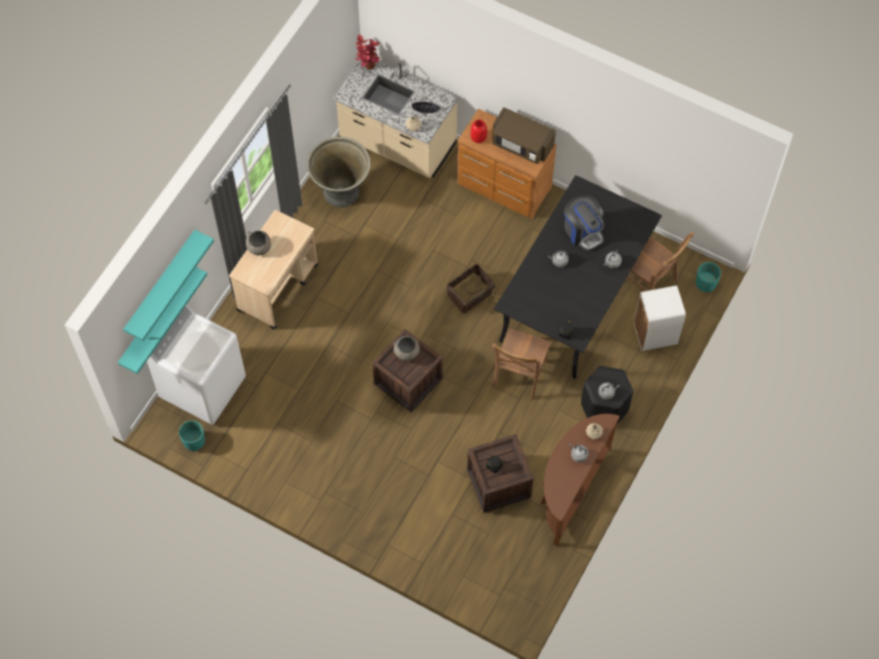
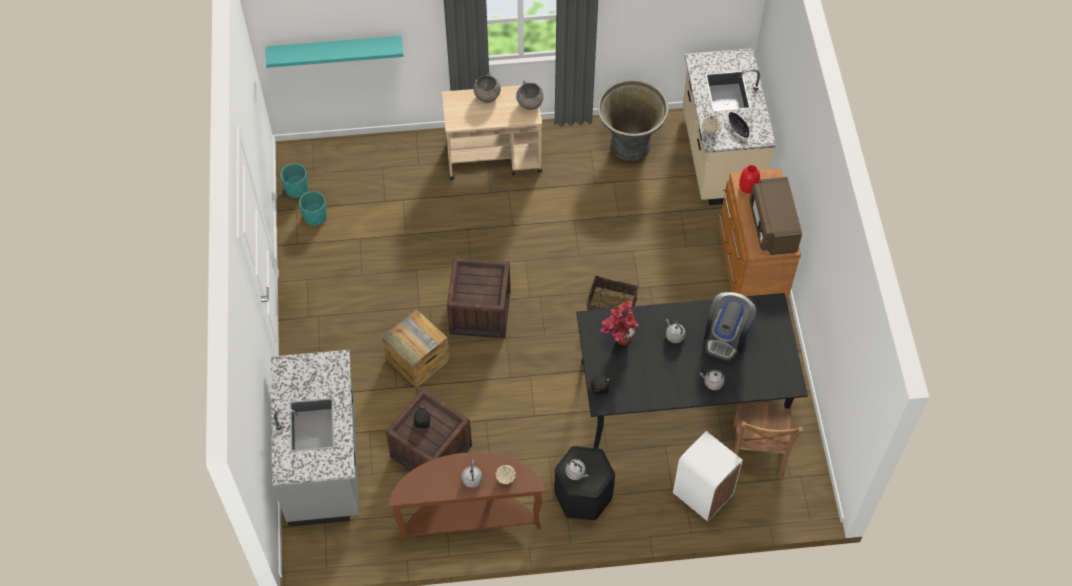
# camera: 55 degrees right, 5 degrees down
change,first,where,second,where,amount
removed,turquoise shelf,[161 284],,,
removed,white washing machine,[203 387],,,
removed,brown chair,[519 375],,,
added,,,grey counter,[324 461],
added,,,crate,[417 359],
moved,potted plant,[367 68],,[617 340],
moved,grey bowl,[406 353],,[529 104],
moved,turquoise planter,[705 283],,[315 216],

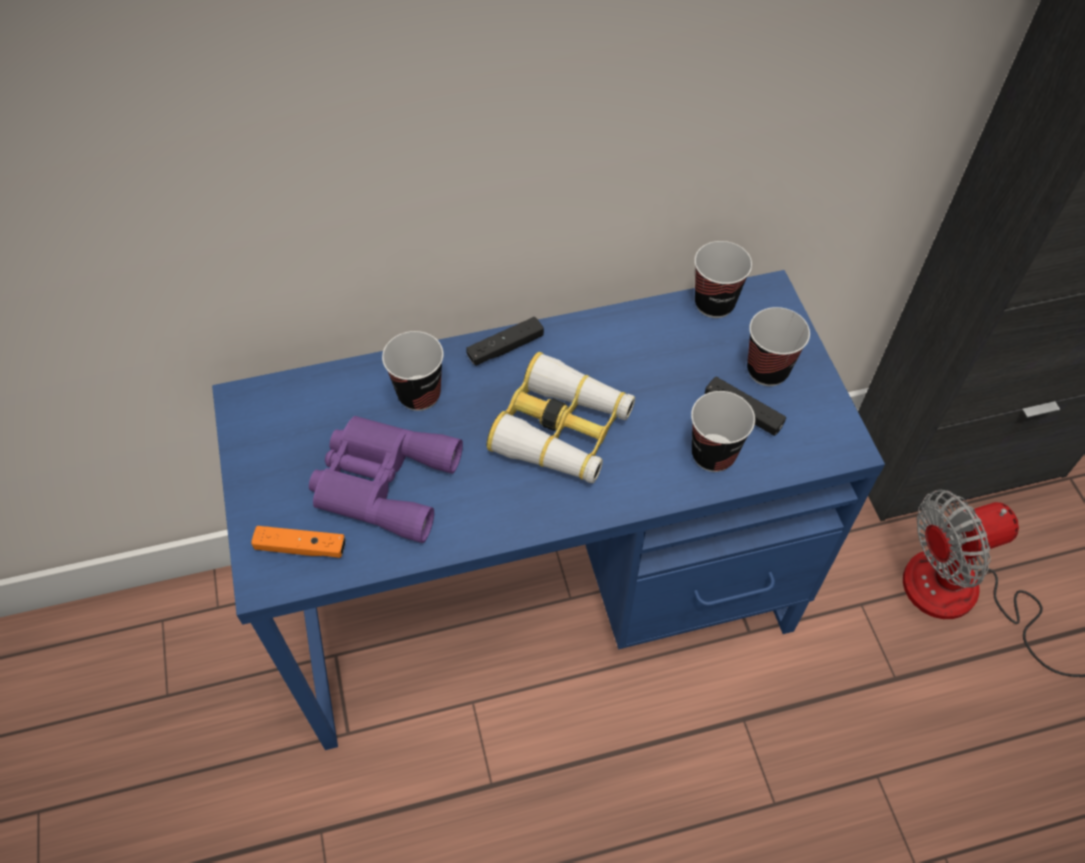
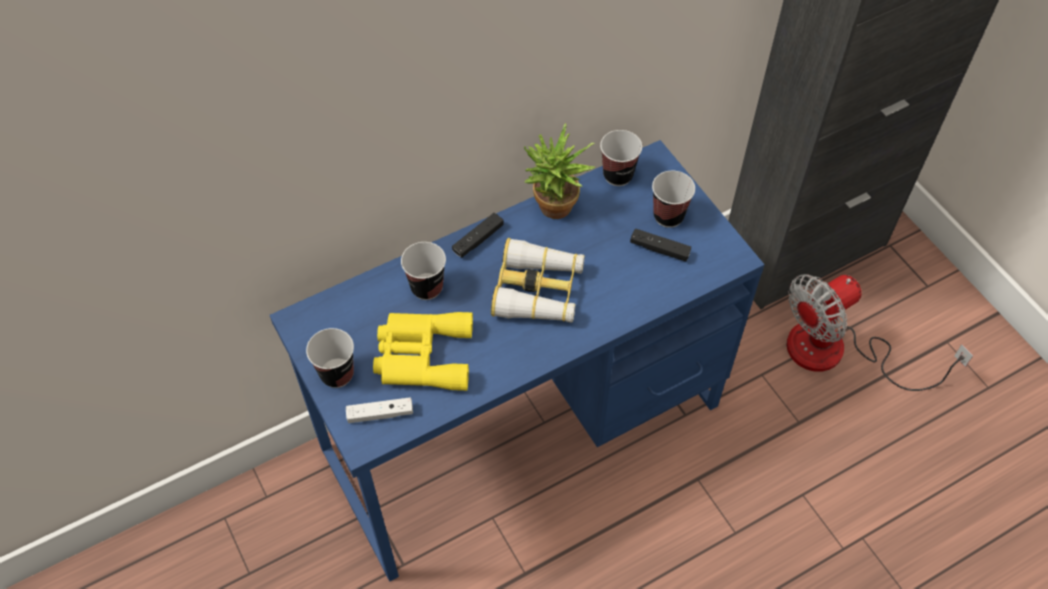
# camera: 15 degrees left, 0 degrees up
change,first,where,second,where,amount
added,,,potted plant,[553 212],
moved,cup,[713 454],,[337 374],
recoloured,orange game controller,[301 547],white game controller,[380 414],
recoloured,purple binoculars,[382 481],yellow binoculars,[421 355],

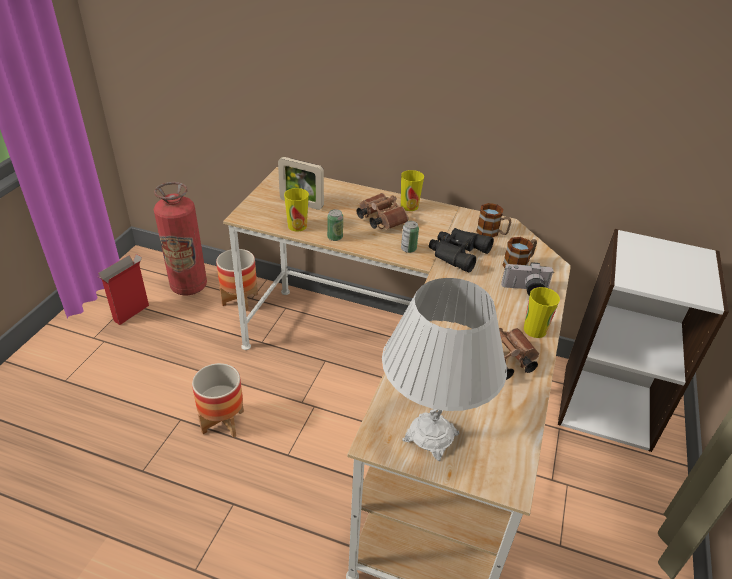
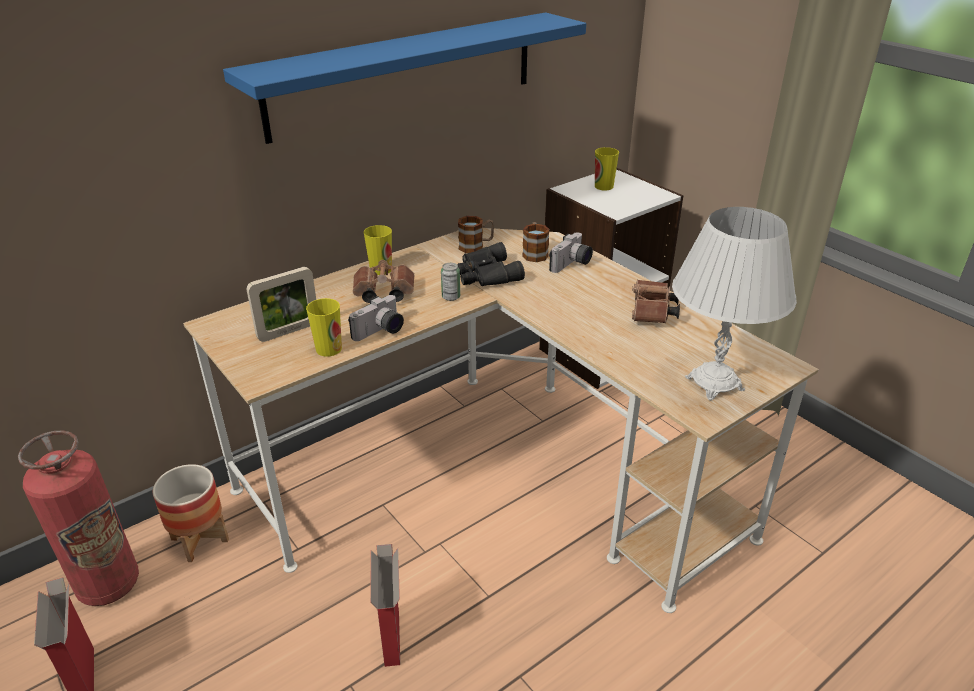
# camera: 55 degrees left, 5 degrees down
change,first,where,second,where,amount
added,,,blue shelf,[405 74],
moved,cup,[535 330],,[603 186],
replaced,planter,[223 422],cardboard box,[392 639],
replaced,can,[335 237],photo camera,[380 332],

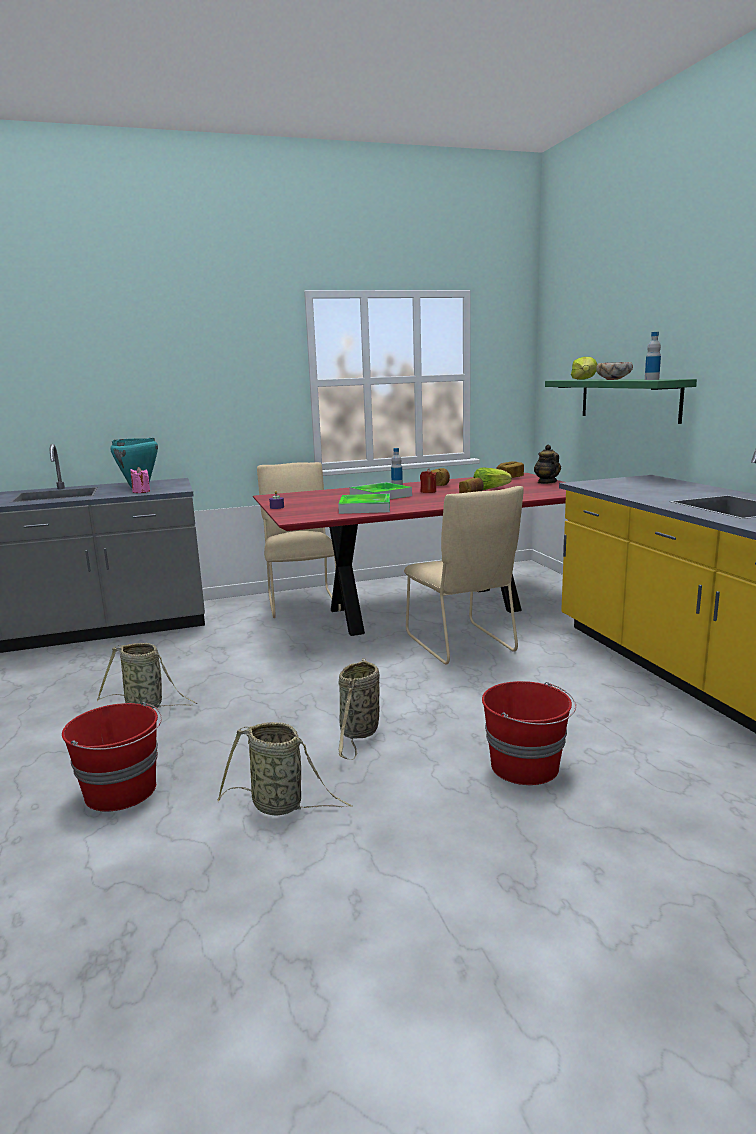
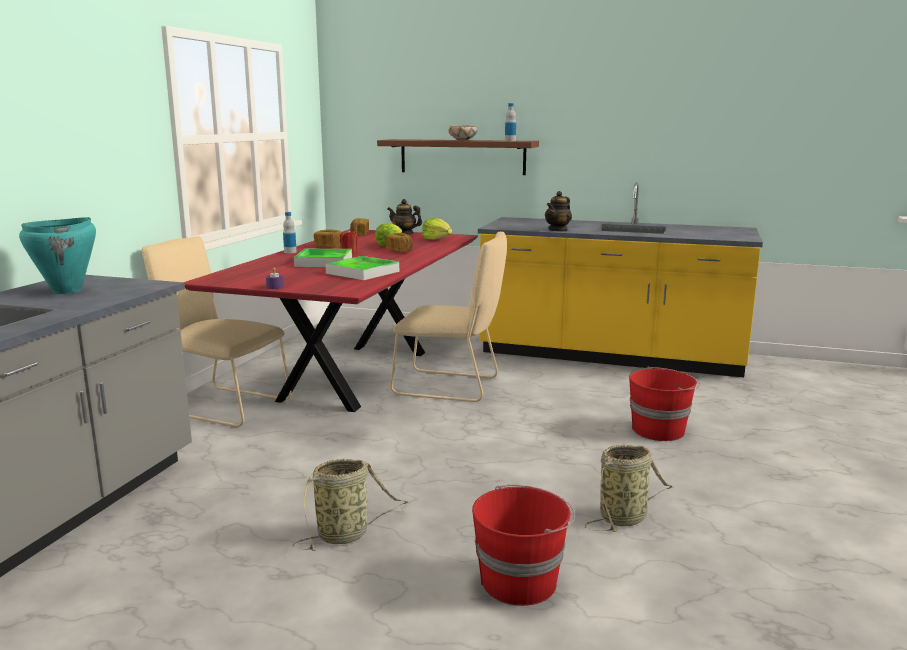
# camera: 55 degrees left, 0 degrees up
change,first,where,second,where,amount
removed,pink candle,[141 491],,,
removed,basket,[359 733],,,
added,,,teapot,[558 230],
moved,lettuce,[584 379],,[437 239],
recoloured,green shelf,[628 399],brown shelf,[462 156],

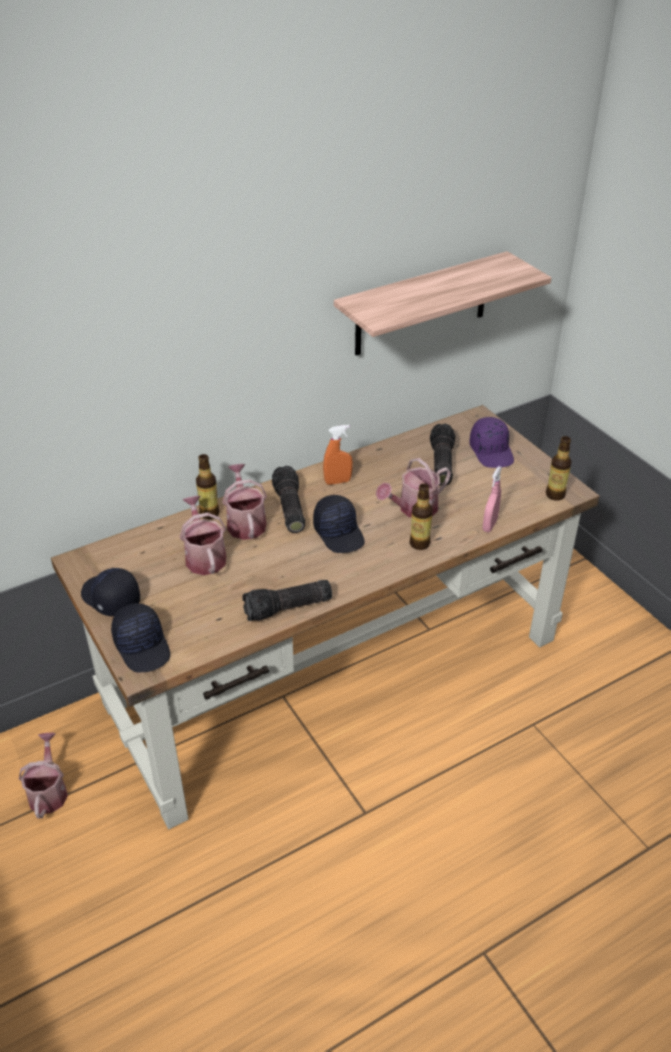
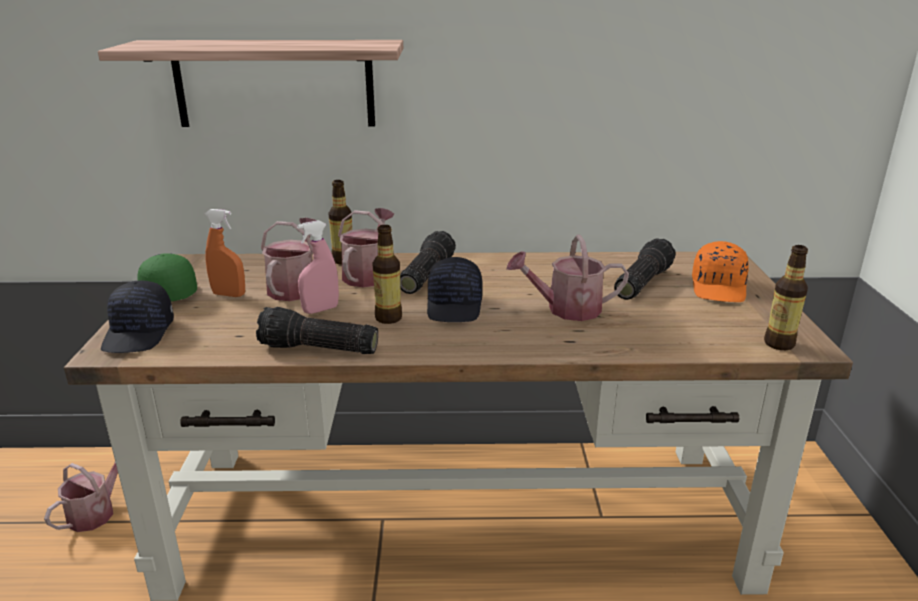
# camera: 30 degrees right, 15 degrees down
change,first,where,second,where,amount
moved,orange spray bottle,[337 481],,[229 294],
moved,shelf,[422 305],,[274 84],
moved,bottle,[419 543],,[388 318],
moved,pink spray bottle,[489 525],,[320 310],
recoloured,black cap,[110 599],green cap,[169 292],
recoloured,purple cap,[492 452],orange cap,[719 288],

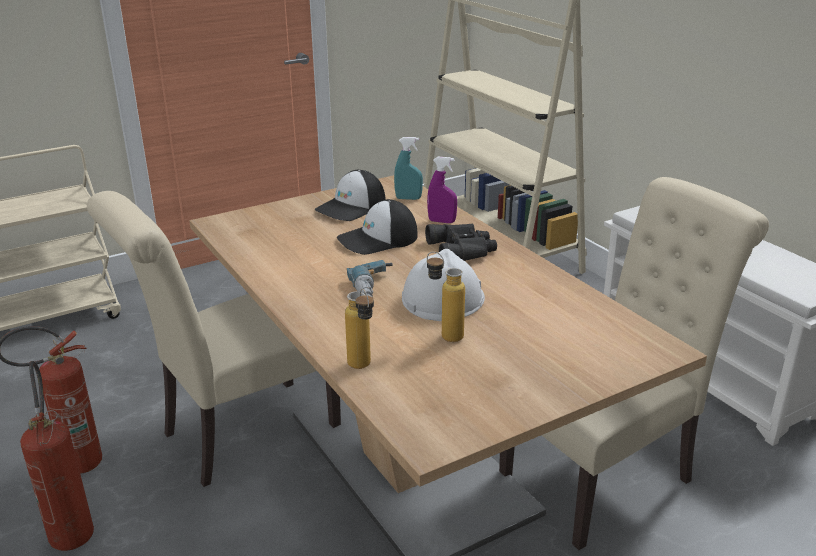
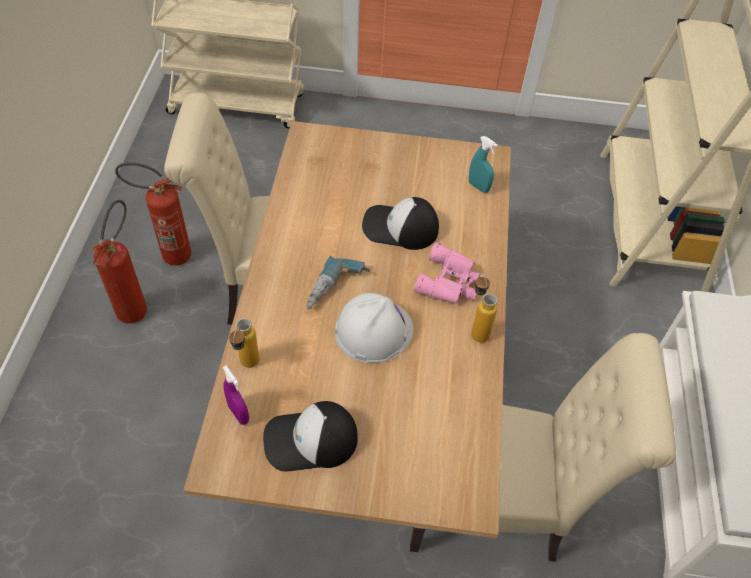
# camera: 35 degrees right, 25 degrees up
change,first,where,second,where,amount
moved,cap,[351 207],,[310 440],
moved,purple spray bottle,[442 221],,[238 413],
moved,bottle,[444 334],,[476 329],
recoloured,black binoculars,[463 249],pink binoculars,[451 282],

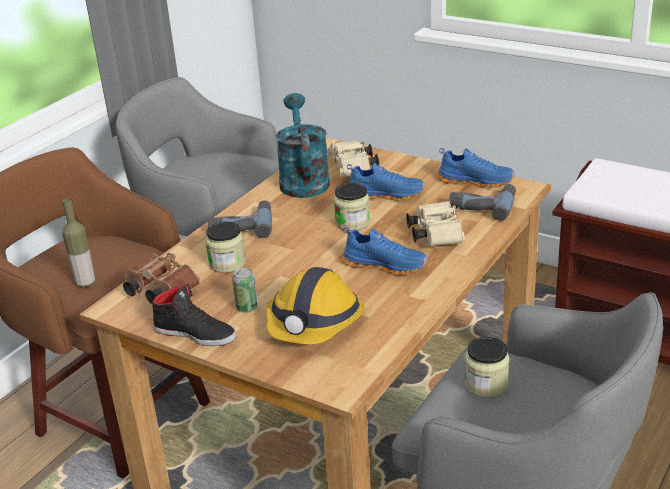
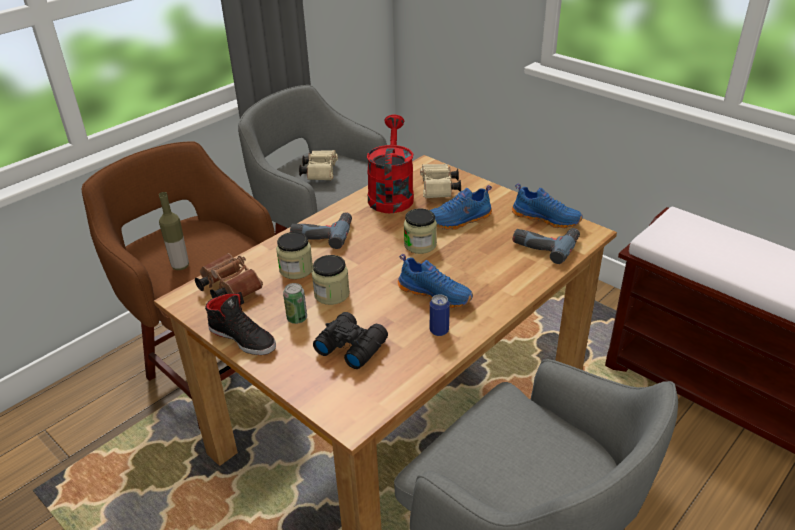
# camera: 10 degrees right, 5 degrees up
change,first,where,second,where,amount
added,,,can,[439 330],
moved,beige binoculars,[435 234],,[320 173],
moved,jar,[486 384],,[331 294],
replaced,hard hat,[314 323],black binoculars,[351 346],
recoloured,turquoise watering can,[303 179],red watering can,[391 195],
turned,blue shoe,[386 195],,[459 220],135 degrees clockwise

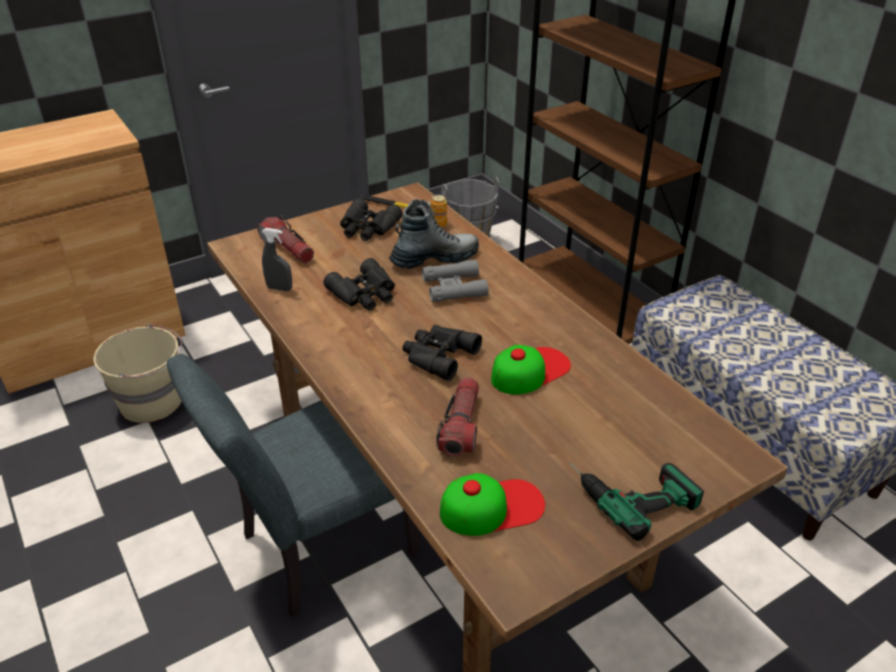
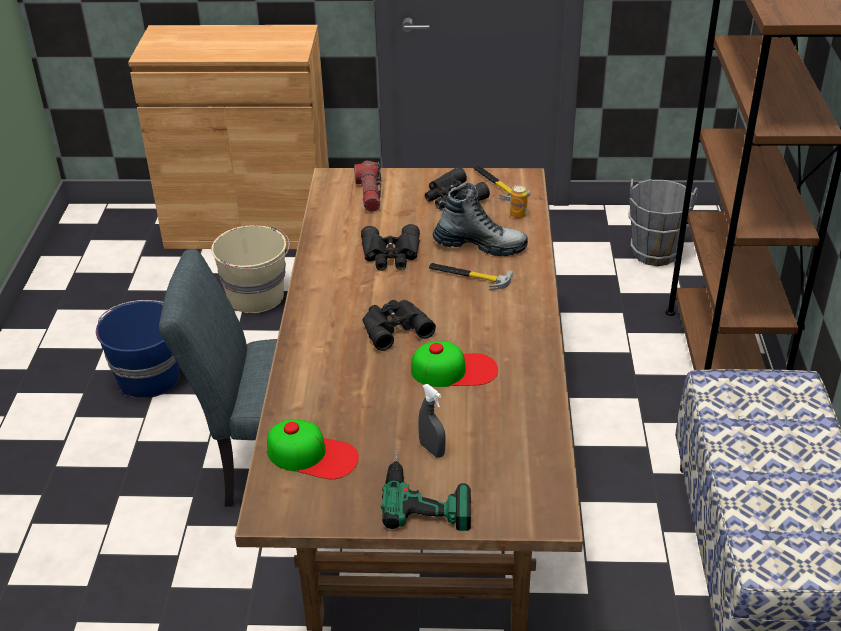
# camera: 35 degrees right, 0 degrees up
change,first,where,second,where,amount
removed,flashlight,[461 425],,,
added,,,blue bucket,[149 377],
moved,grey spray bottle,[279 288],,[432 449],
replaced,grey binoculars,[454 287],hammer,[469 277],

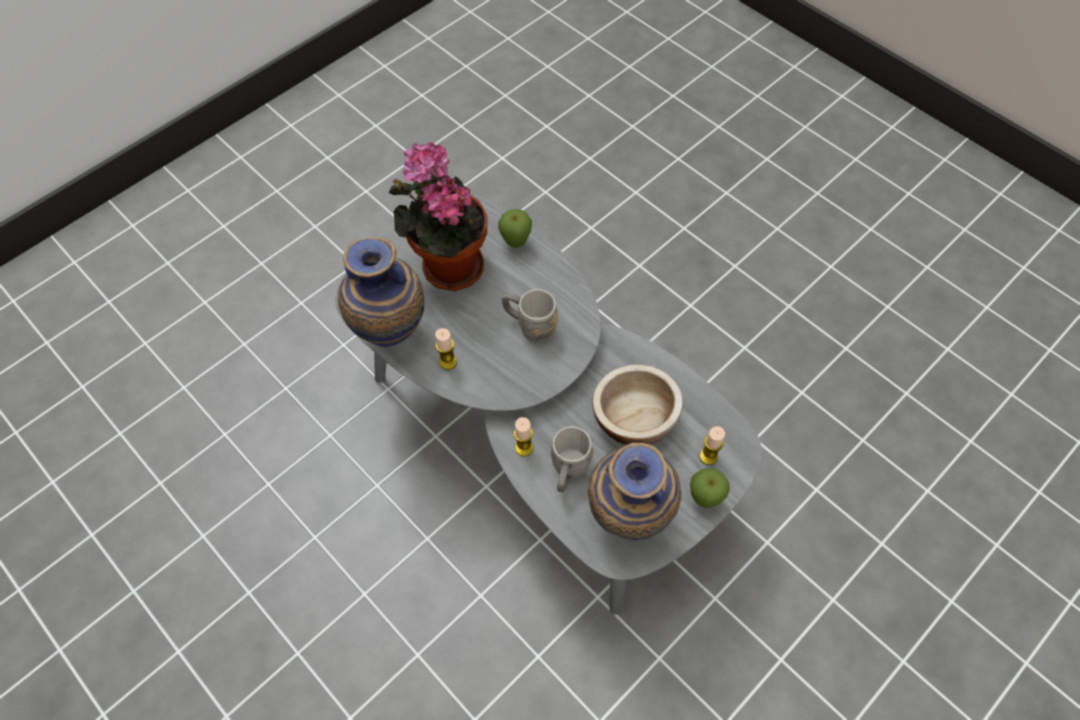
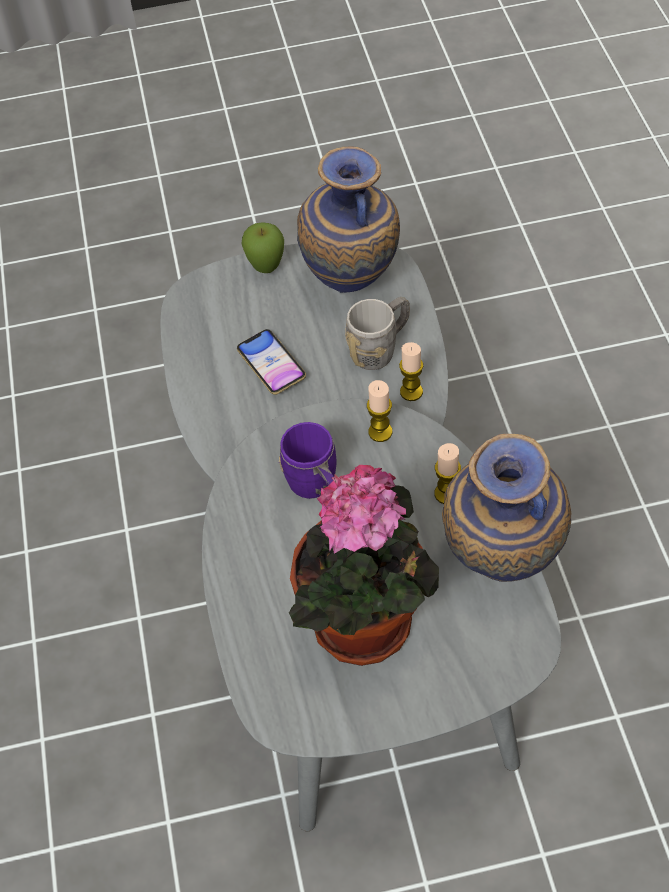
# camera: 145 degrees left, 5 degrees down
change,first,where,second,where,amount
removed,apple,[516 243],,,
moved,candle,[708 456],,[380 432],
replaced,bowl,[635 419],phone,[271 365],
recoloured,grey mug,[530 326],purple mug,[317 488],

